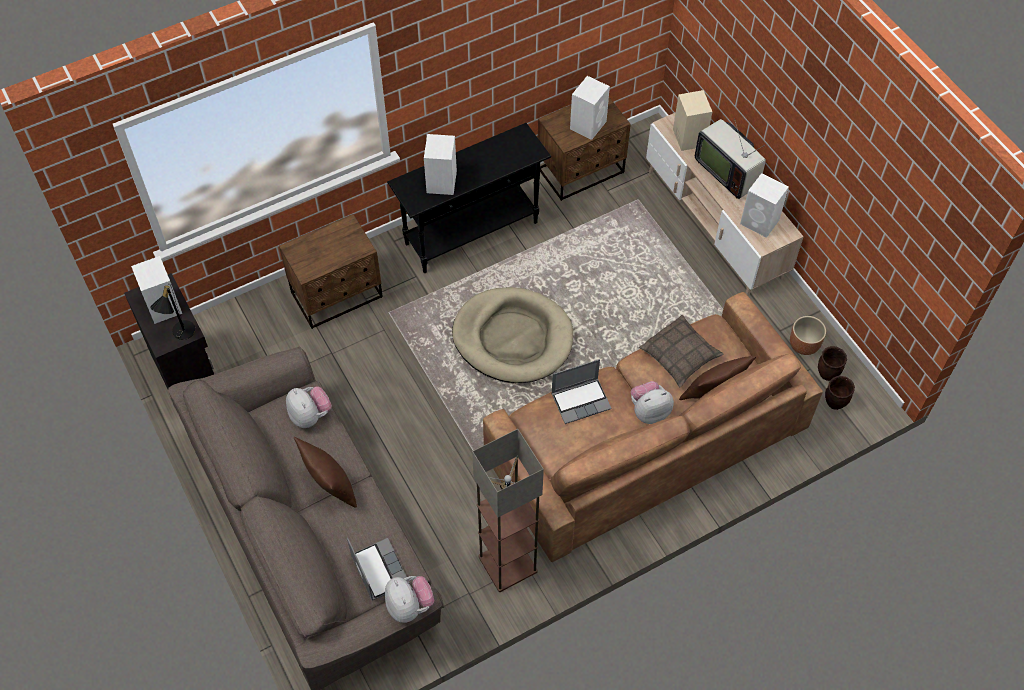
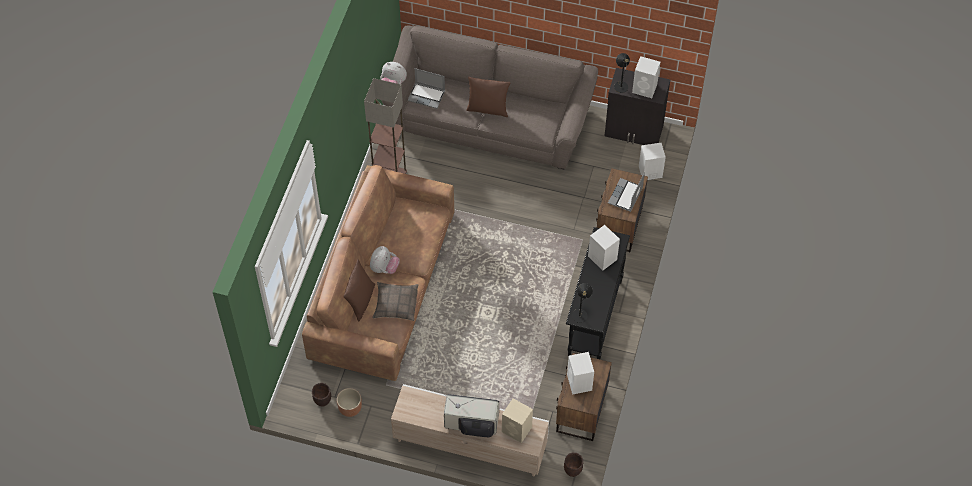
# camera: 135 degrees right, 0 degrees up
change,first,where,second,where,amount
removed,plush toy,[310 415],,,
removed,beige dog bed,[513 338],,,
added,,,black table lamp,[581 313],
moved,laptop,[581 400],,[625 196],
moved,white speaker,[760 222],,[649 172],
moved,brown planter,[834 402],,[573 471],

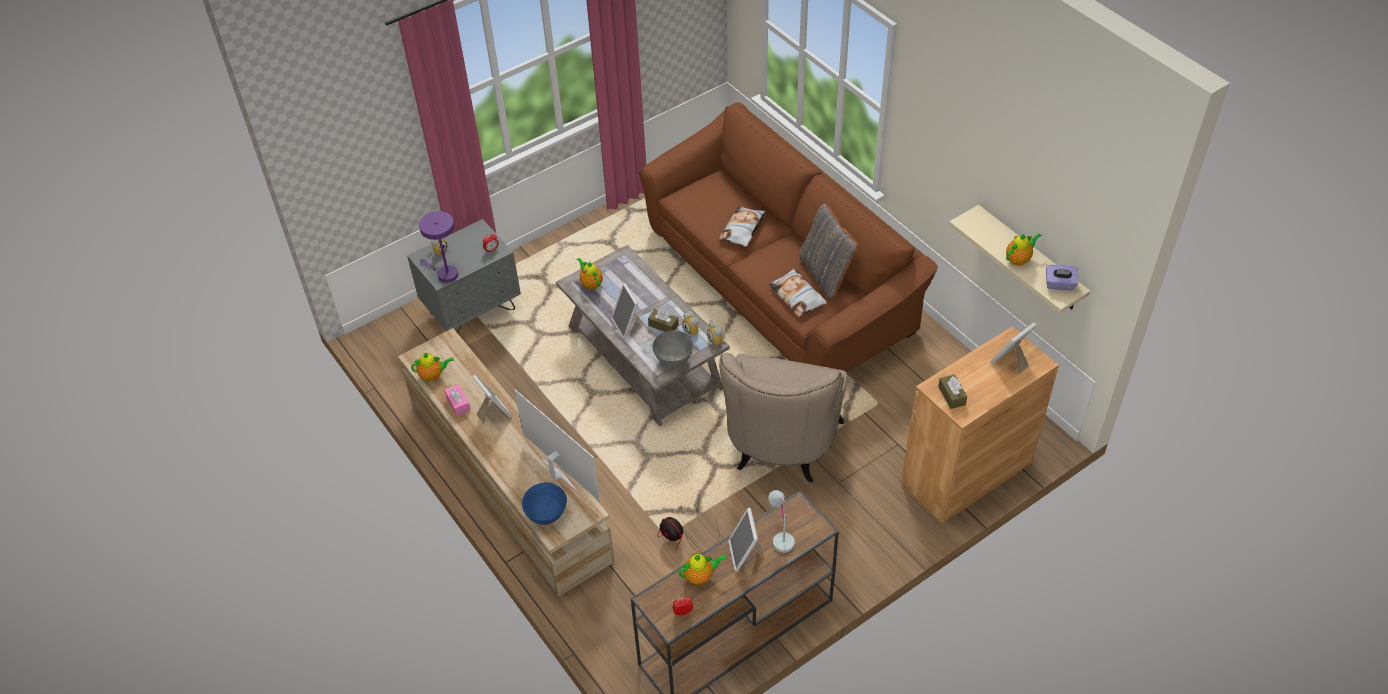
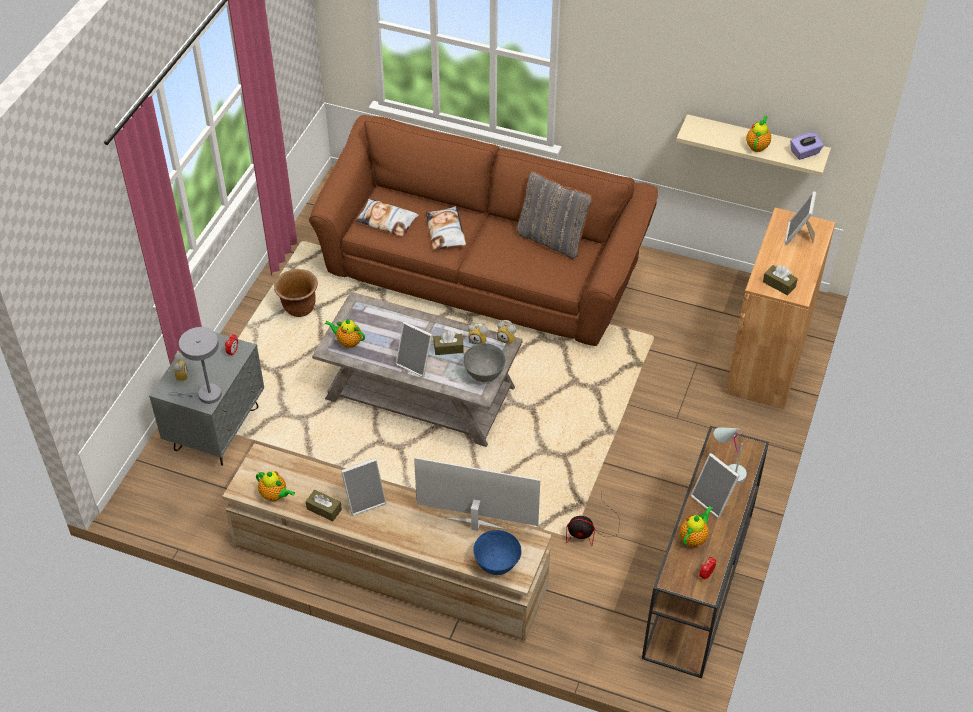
# camera: 35 degrees left, 0 degrees up
change,first,where,second,where,amount
removed,beige armchair,[780 449],,,
added,,,brown planter,[299 308],
moved,pillow,[797 296],,[387 221],
recoloured,purple table lamp,[444 273],grey table lamp,[205 395],
recoloured,pink tissue box,[458 403],brown tissue box,[324 509],
turned,teapot,[433 375],,[275 495],75 degrees clockwise
turned,picture frame,[493 412],,[364 500],135 degrees clockwise

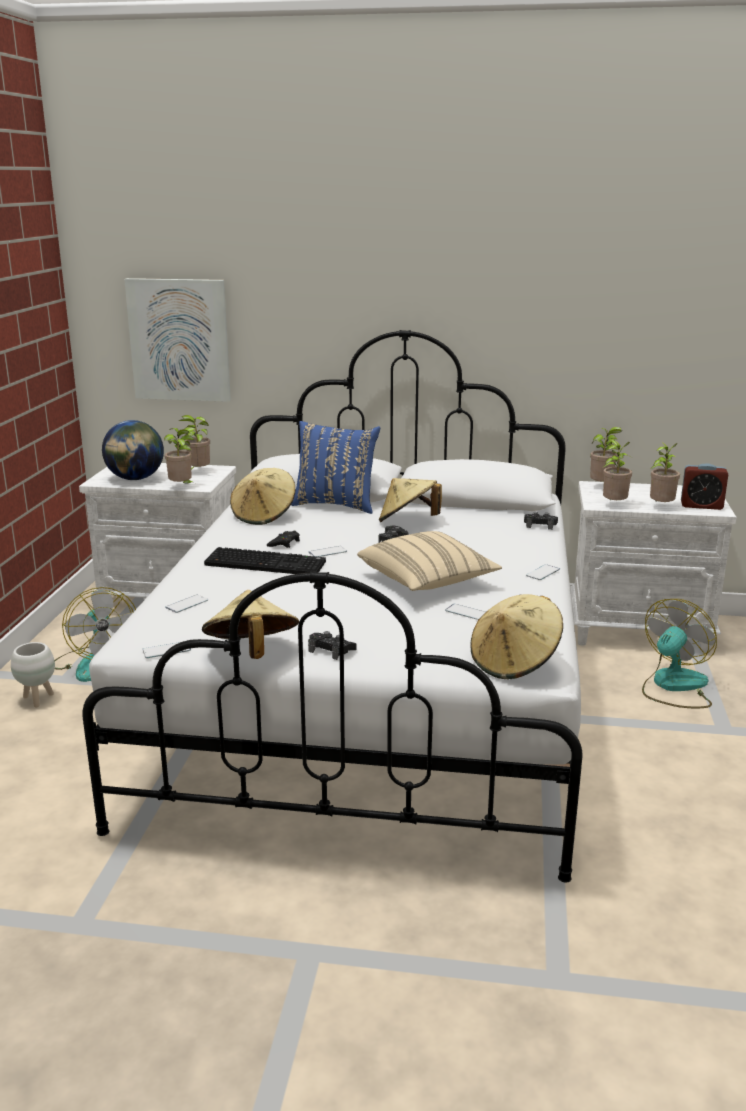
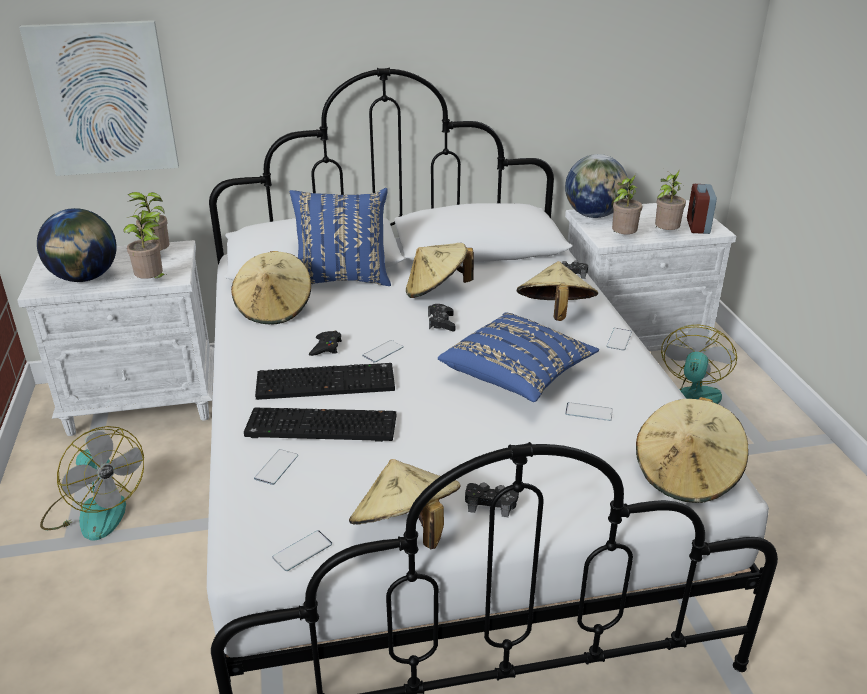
# camera: 20 degrees left, 10 degrees up
change,first,where,second,where,amount
removed,white planter,[38 699],,,
added,,,keyboard,[319 428],
added,,,beige hat,[554 314],
replaced,potted plant,[602 487],globe,[593 215],
recoloured,beige pillow,[427 581],blue pillow,[517 375],
turned,alarm clock,[701 506],,[698 226],105 degrees clockwise

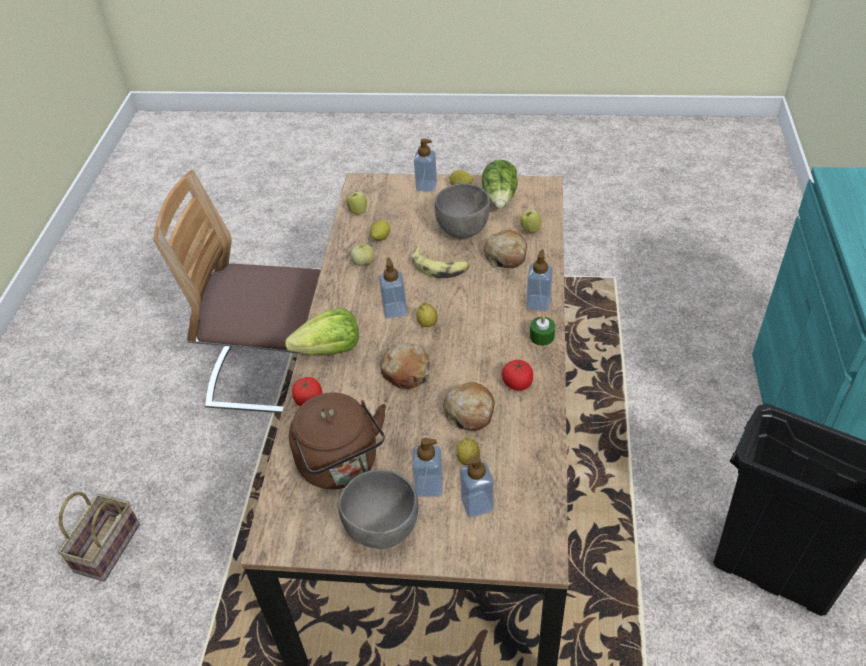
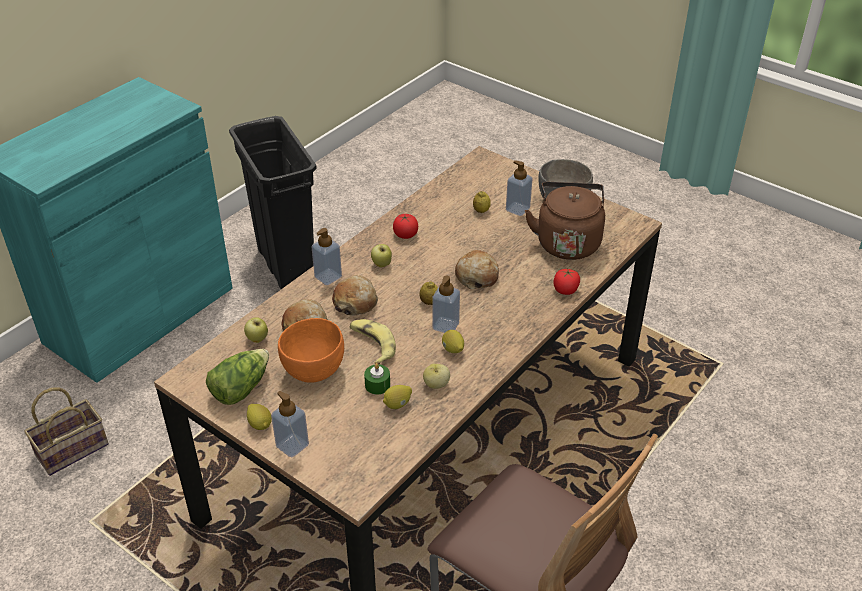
# camera: 150 degrees left, 5 degrees down
change,first,where,second,where,amount
removed,lettuce,[329 350],,,
removed,soap dispenser,[477 504],,,
added,,,lemon,[453 350],
moved,basket,[107 550],,[73 448],
moved,apple,[358 212],,[381 265],
moved,bread,[469 412],,[355 302],
moved,green candle,[542 336],,[377 385],
recoloured,grey bowl,[462 230],orange bowl,[314 371],

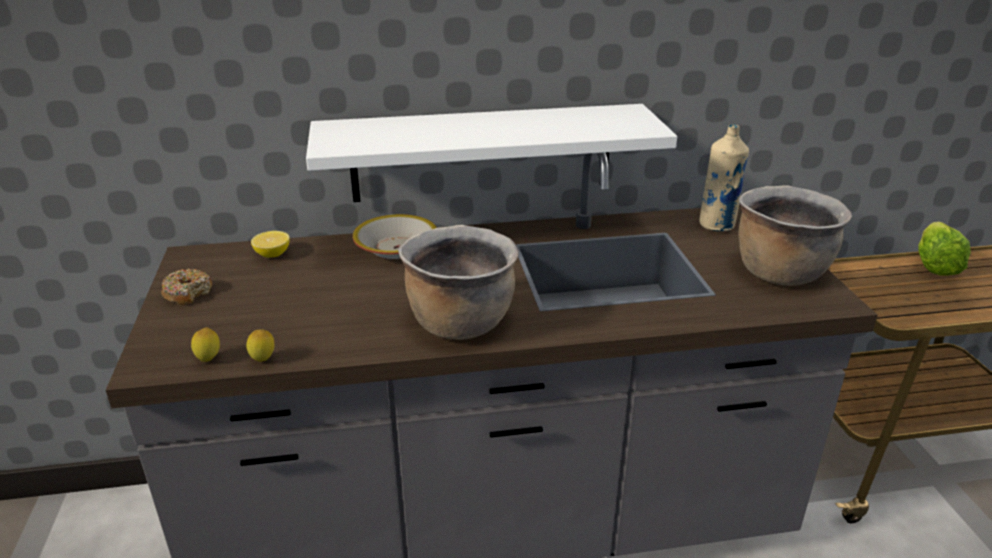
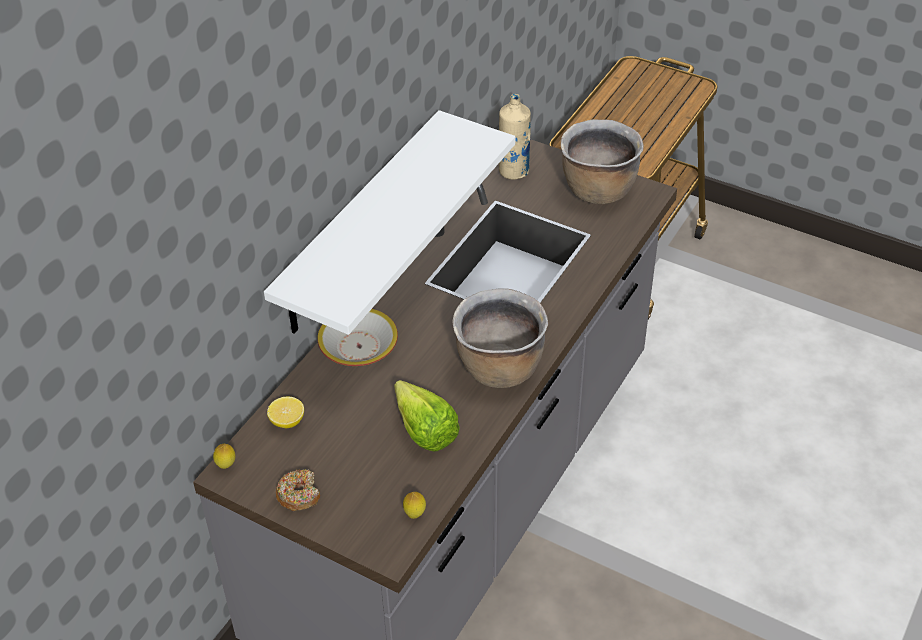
# camera: 50 degrees left, 15 degrees up
change,first,where,second,where,amount
moved,lemon,[263 360],,[226 465],
moved,lettuce,[935 262],,[422 426],

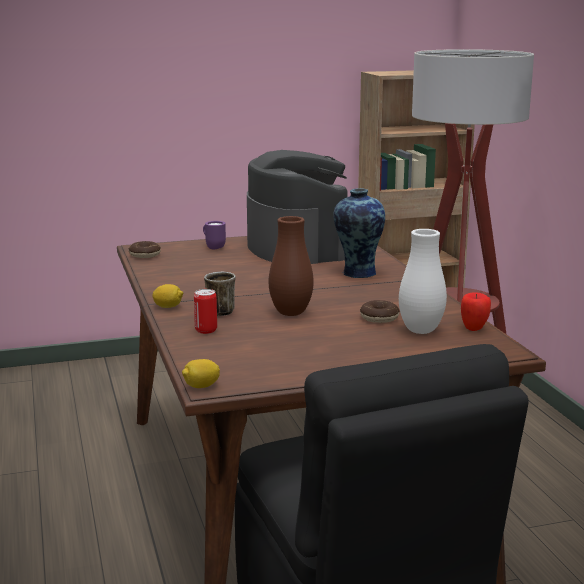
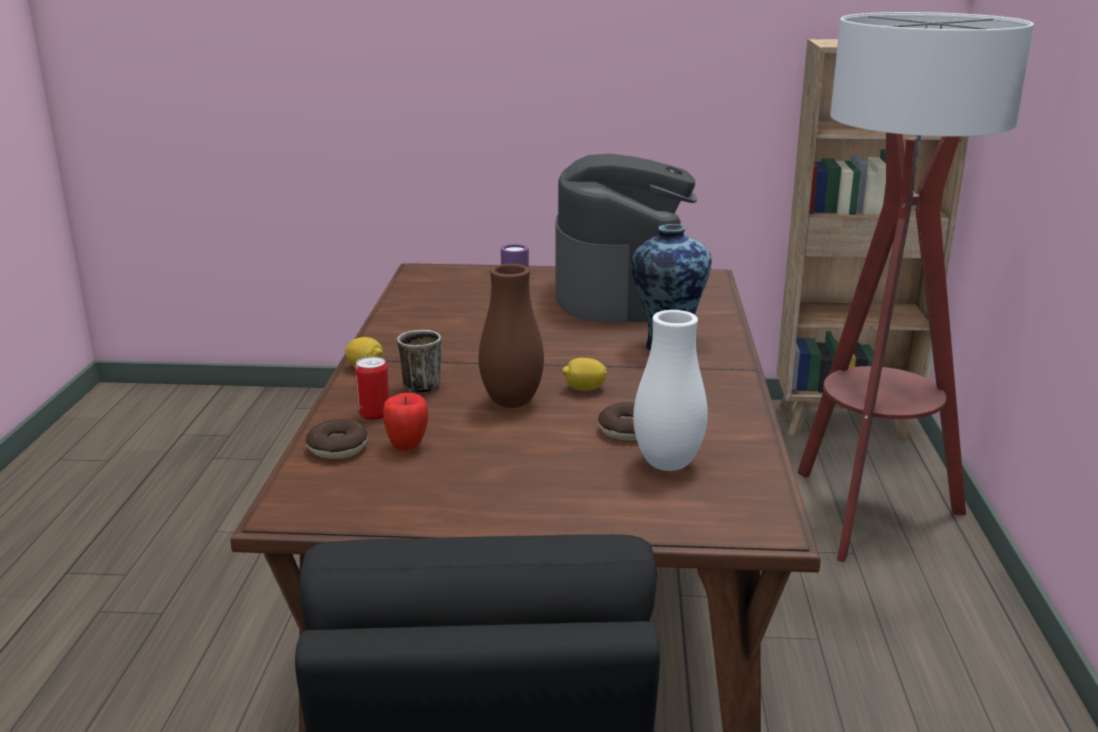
# camera: 20 degrees right, 5 degrees up
change,first,where,second,where,amount
moved,donut,[145 255],,[337 448],
moved,lemon,[201 386],,[584 389],
moved,apple,[474 328],,[407 446],

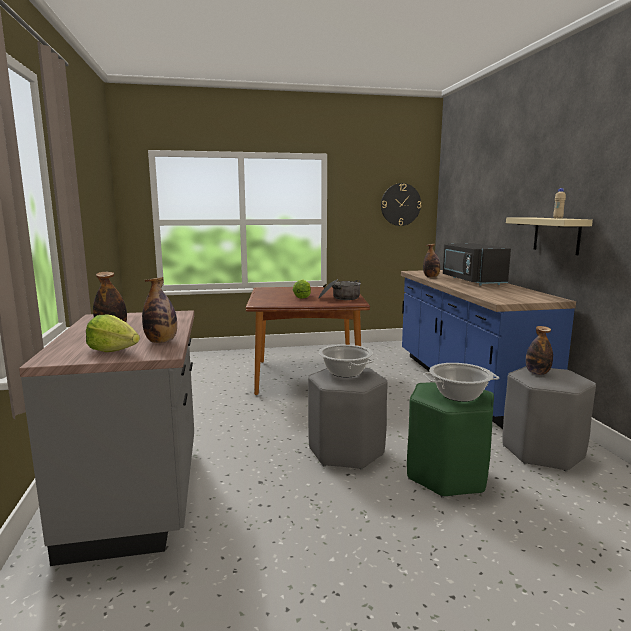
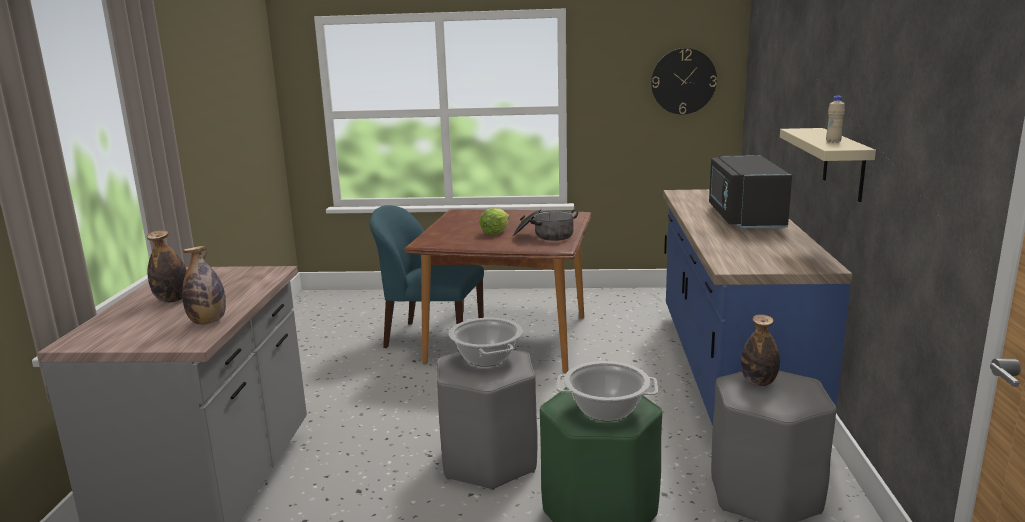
# camera: 15 degrees right, 5 degrees up
change,first,where,second,where,amount
removed,lettuce,[113 350],,,
removed,bottle,[431 277],,,
added,,,blue chair,[432 338],

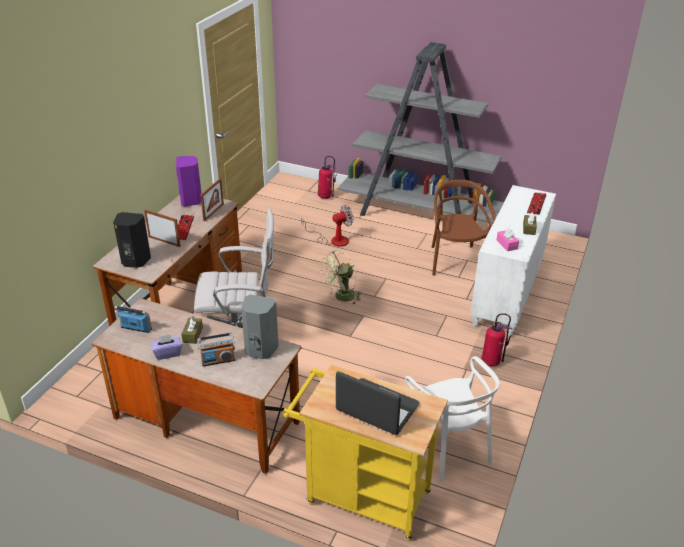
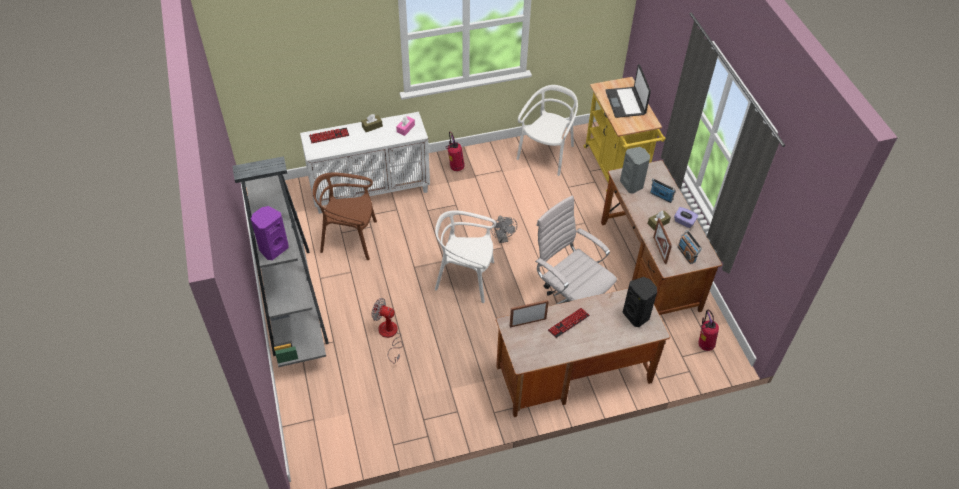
# camera: 130 degrees left, 15 degrees up
change,first,where,second,where,amount
added,,,grey fan,[502 239],
moved,picture frame,[164 241],,[659 250],
moved,purple speaker,[191 201],,[273 248],
moved,fire extinguisher,[326 197],,[704 345],
replaced,green fan,[342 298],white chair,[465 278],
turned,brown chair,[455 261],,[349 238],45 degrees clockwise

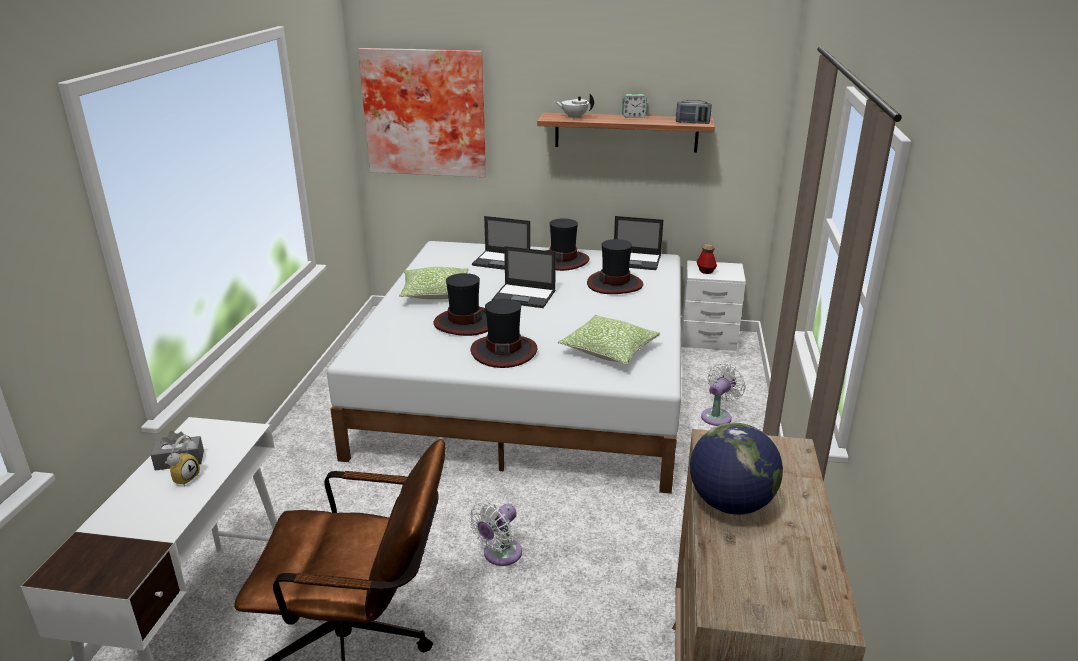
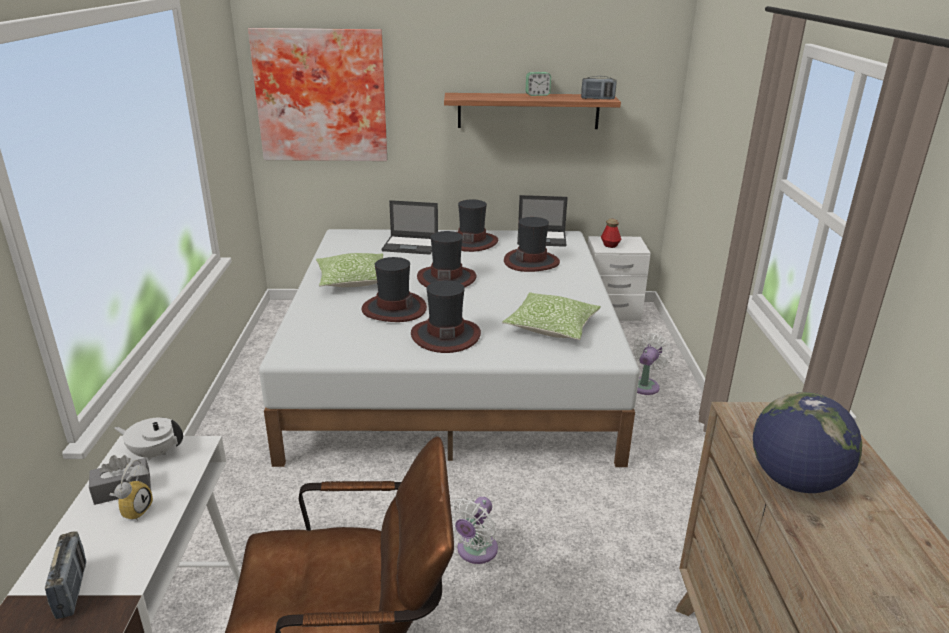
# camera: 10 degrees left, 0 degrees up
change,first,where,second,where,amount
added,,,radio,[72 590],
moved,white teapot,[574 117],,[154 452],
replaced,laptop,[525 296],hat,[446 278],

